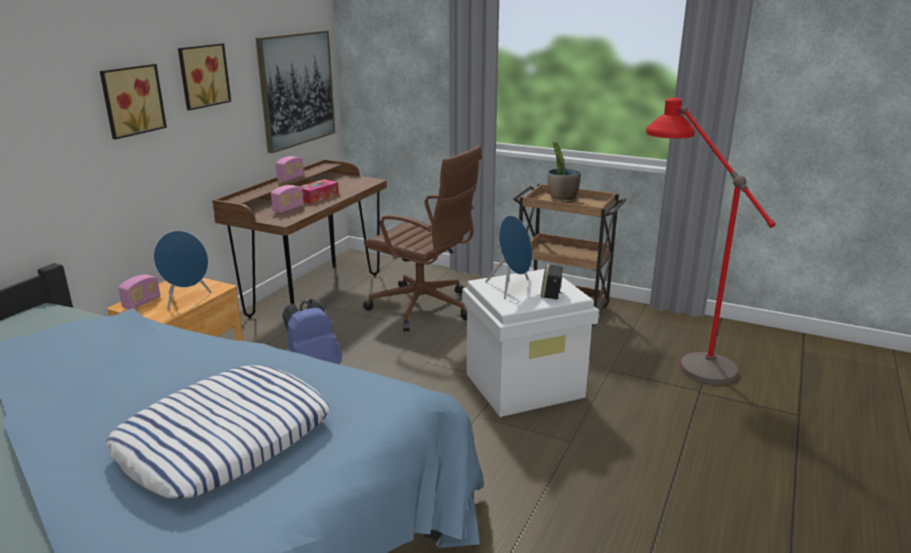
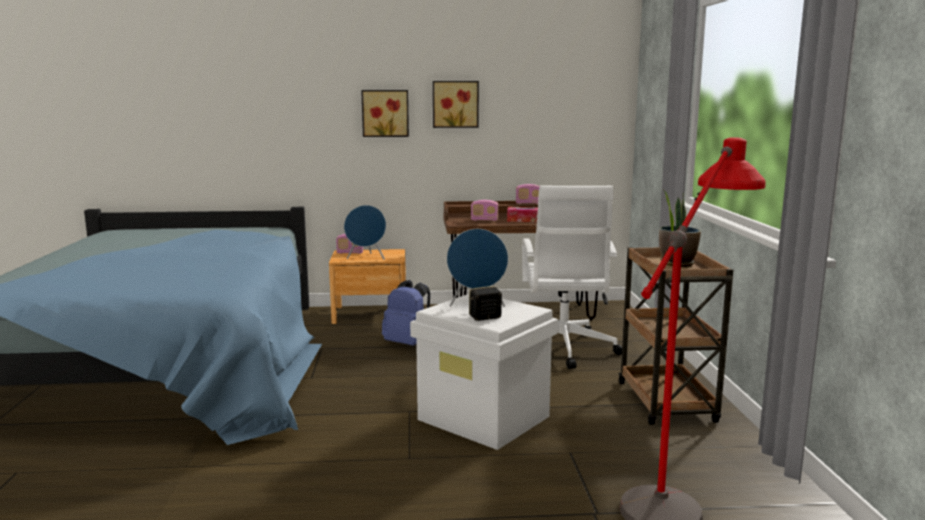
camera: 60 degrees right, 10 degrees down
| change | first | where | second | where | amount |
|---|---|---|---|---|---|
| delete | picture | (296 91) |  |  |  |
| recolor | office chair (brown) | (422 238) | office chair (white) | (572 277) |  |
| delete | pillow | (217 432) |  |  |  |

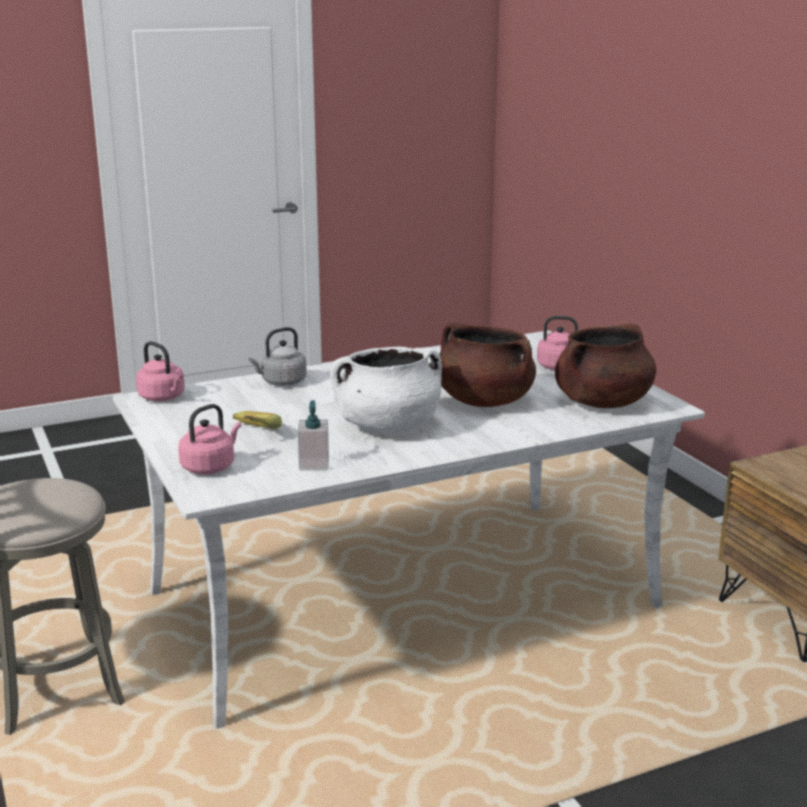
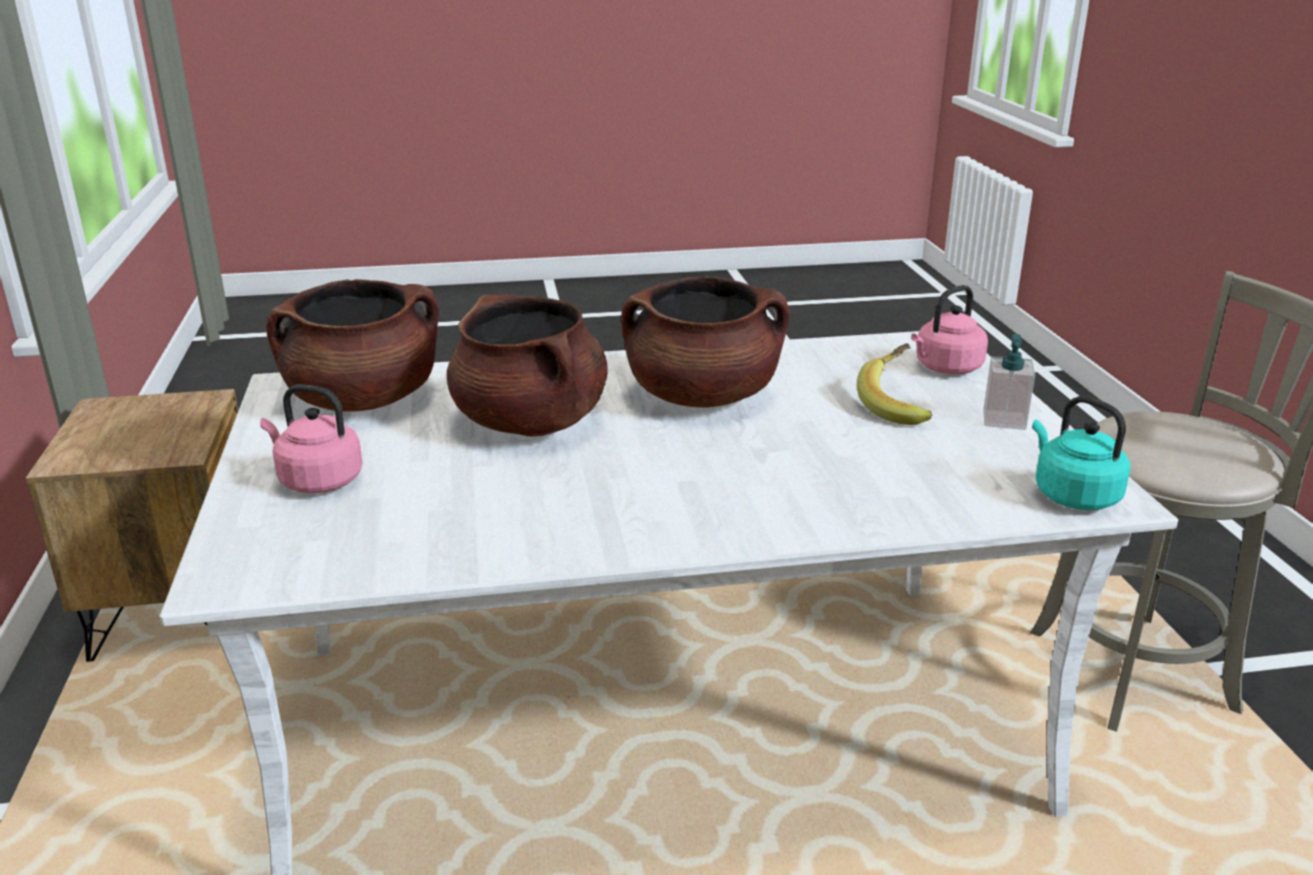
camera: 165 degrees left, 5 degrees up
| change | first | where | second | where | amount |
|---|---|---|---|---|---|
| delete | kettle (grey) | (277 356) |  |  |  |
| recolor | kettle (pink) | (160 371) | kettle (turquoise) | (1081 453) |  |
| recolor | cooking pot (white) | (386 390) | cooking pot (brown) | (705 342) |  |
| move | soap dispenser | (313 435) |  | (1009 382) |  |

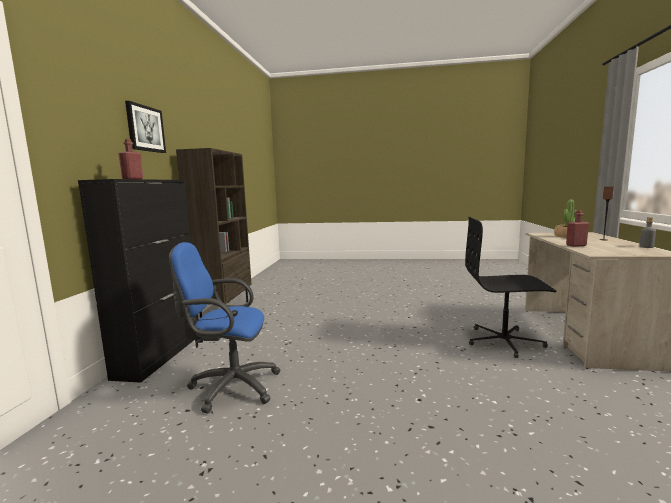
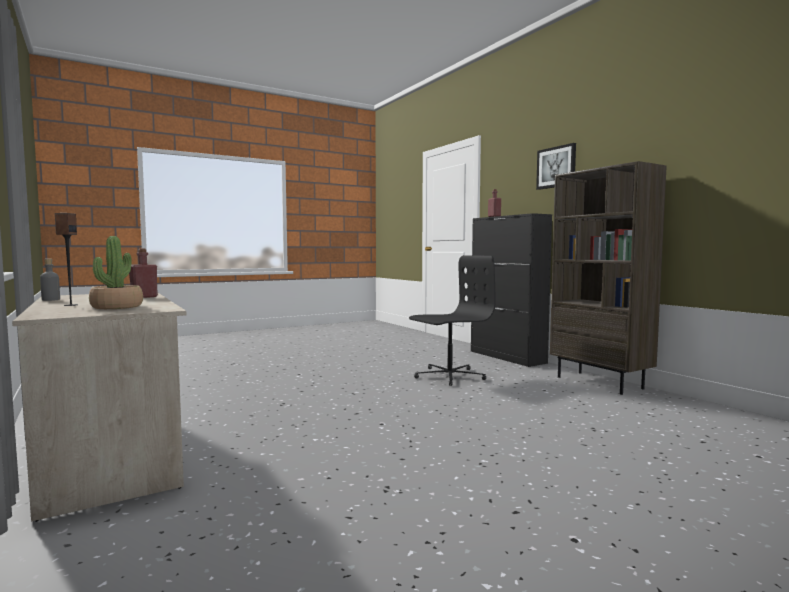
camera: 140 degrees right, 5 degrees down
| change | first | where | second | where | amount |
|---|---|---|---|---|---|
| move | office chair (black) | (510 287) |  | (452 320) |  |
| delete | office chair (blue) | (224 327) |  |  |  |

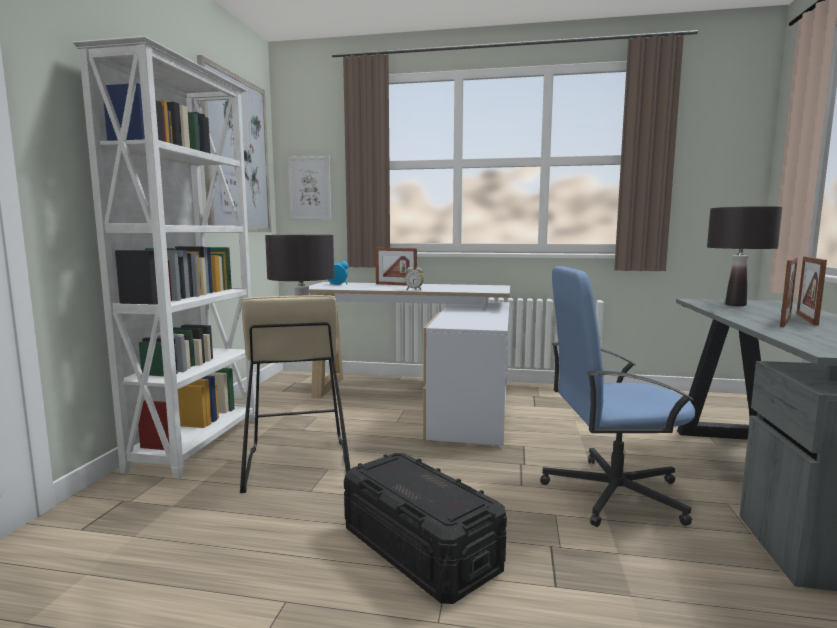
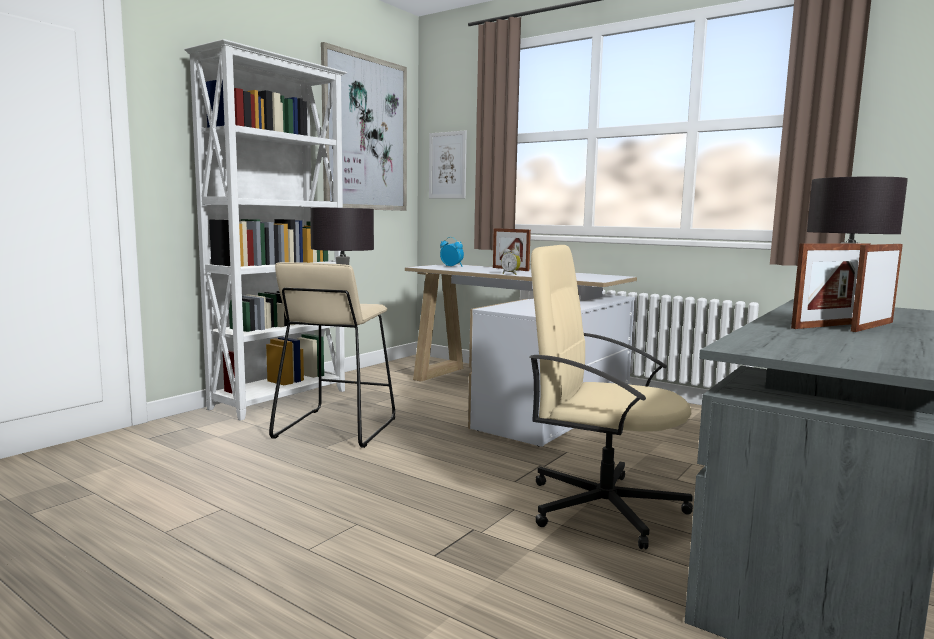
camera: 25 degrees right, 0 degrees up
| change | first | where | second | where | amount |
|---|---|---|---|---|---|
| recolor | office chair (blue) | (617 396) | office chair (beige) | (611 397) |  |
| delete | storage box (black) | (425 528) |  |  |  |

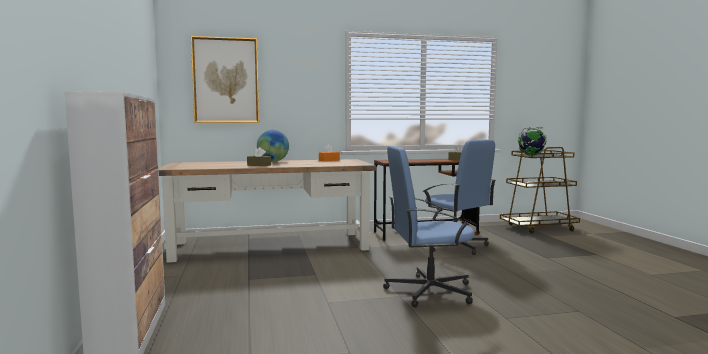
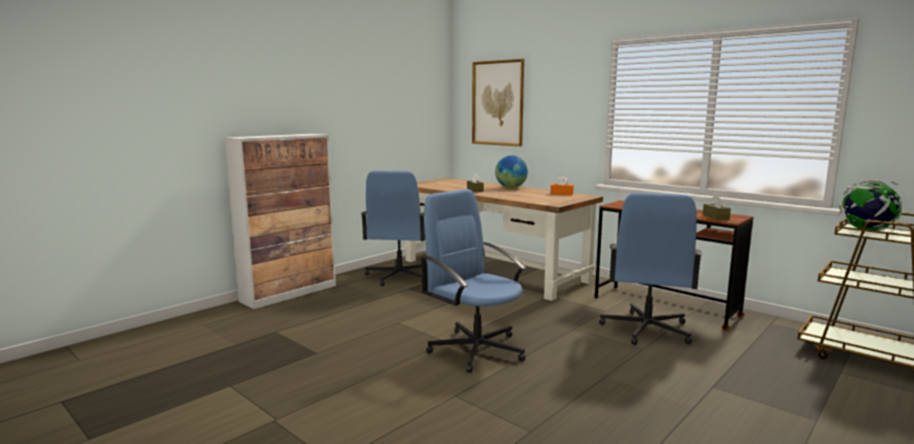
camera: 55 degrees right, 5 degrees up
| change | first | where | second | where | amount |
|---|---|---|---|---|---|
| insert |  |  | office chair (blue) | (394 228) |  |

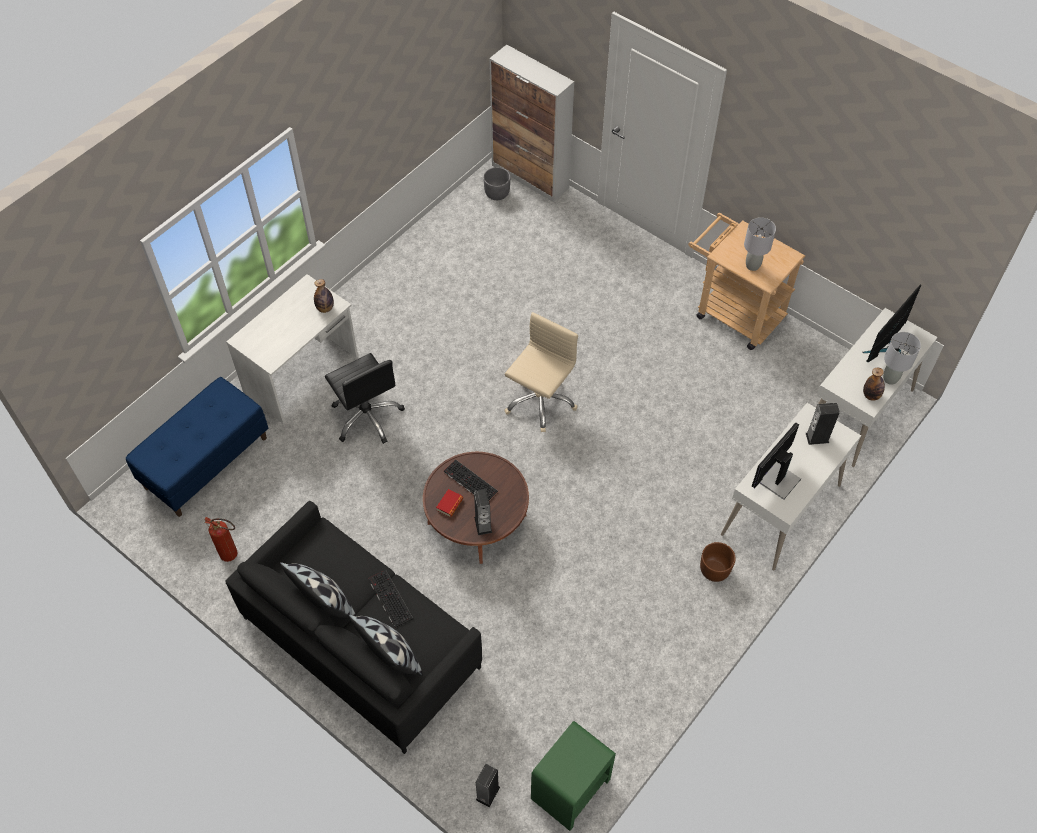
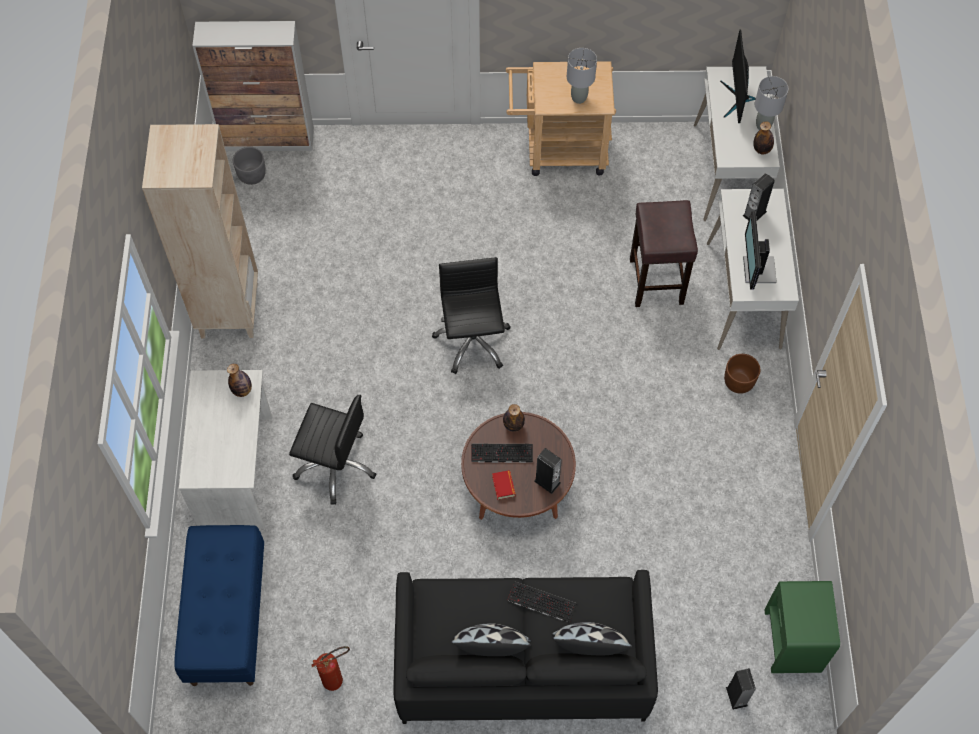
camera: 40 degrees left, 5 degrees up
| change | first | where | second | where | amount |
|---|---|---|---|---|---|
| recolor | office chair (beige) | (541 372) | office chair (black) | (471 315) |  |
| insert |  |  | bookcase (beige) | (200 231) |  |
| insert |  |  | stool (brown) | (664 253) |  |
| insert |  |  | bottle | (514 418) |  |

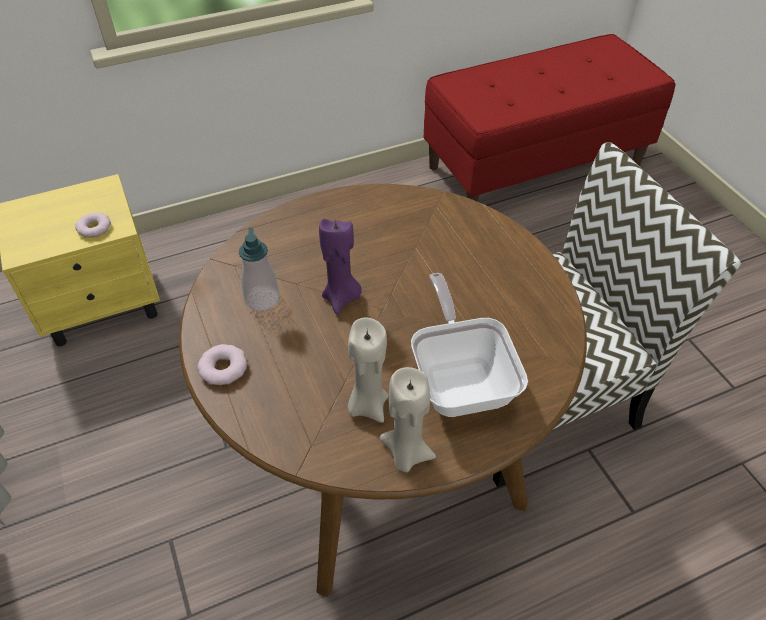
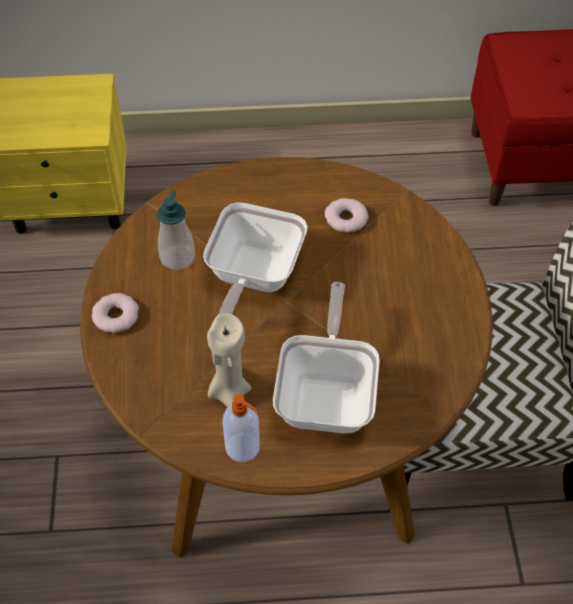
camera: 20 degrees right, 5 degrees up
| change | first | where | second | where | amount |
|---|---|---|---|---|---|
| move | donut | (93 225) |  | (347 215) |  |
| replace | candle (purple) | (340 266) | frying pan | (255 259) |  |
| replace | candle (beige) | (407 419) | soap dispenser | (241 428) |  |

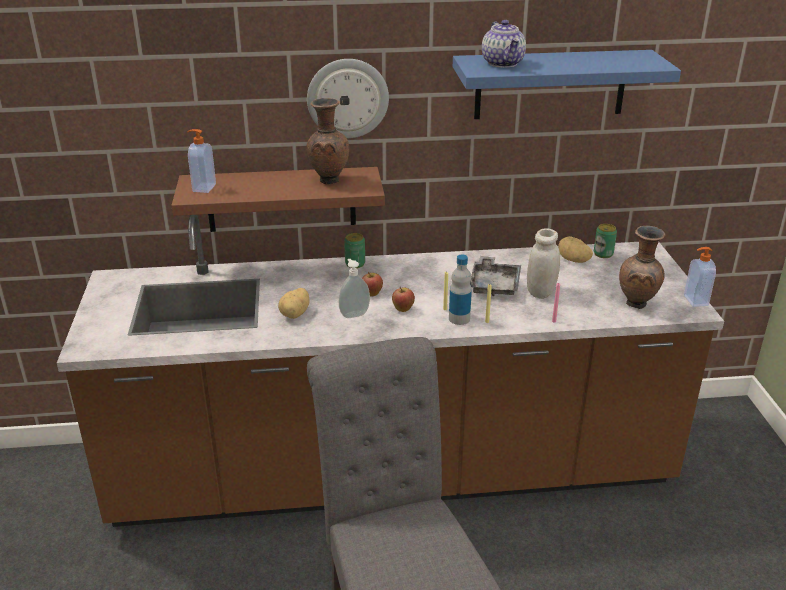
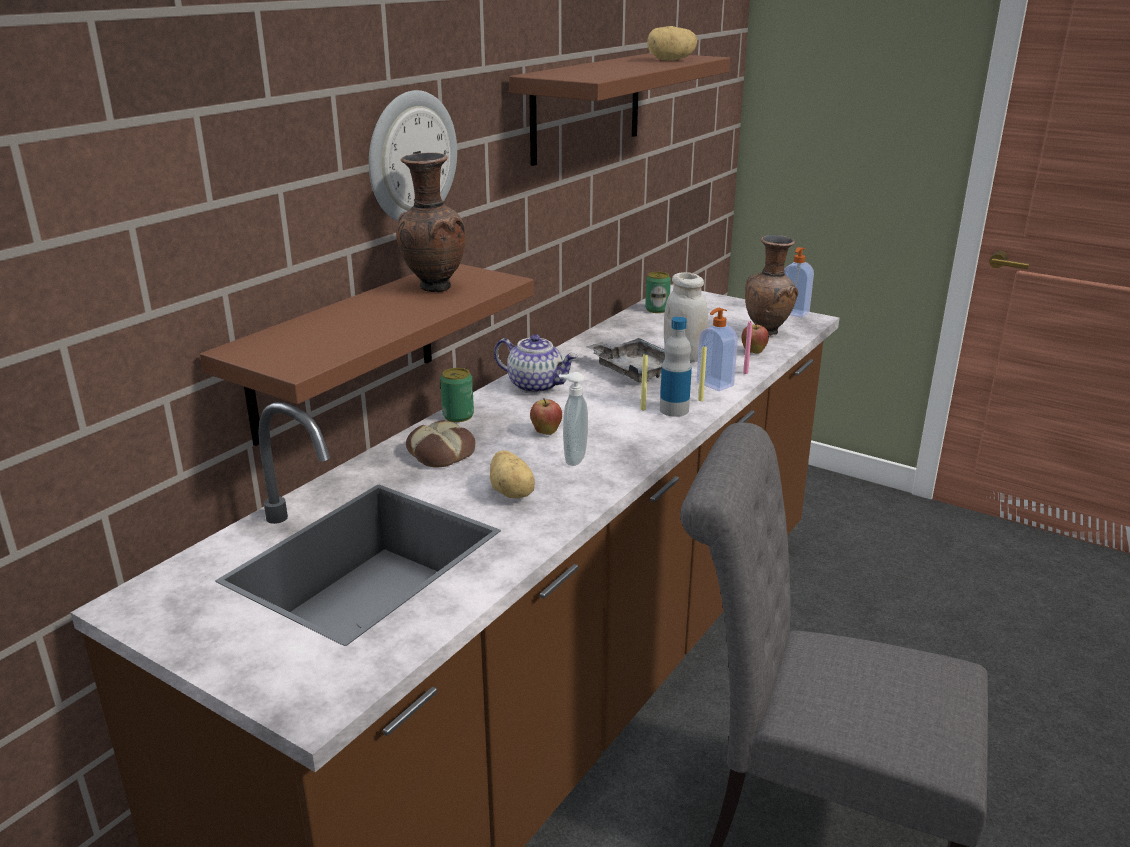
camera: 50 degrees left, 5 degrees down
| change | first | where | second | where | amount |
|---|---|---|---|---|---|
| move | teapot | (504 44) |  | (536 363) |  |
| recolor | shelf (blue) | (567 84) | shelf (brown) | (619 109) |  |
| move | soap dispenser | (201 161) |  | (717 349) |  |
| move | potato | (575 249) |  | (672 43) |  |
| move | apple | (403 299) |  | (755 338) |  |
| insert |  |  | bread | (440 444) |  |

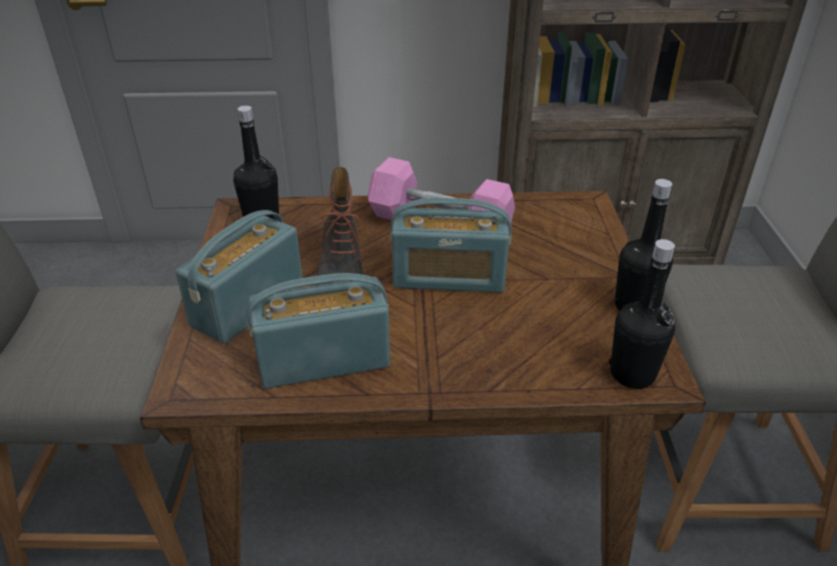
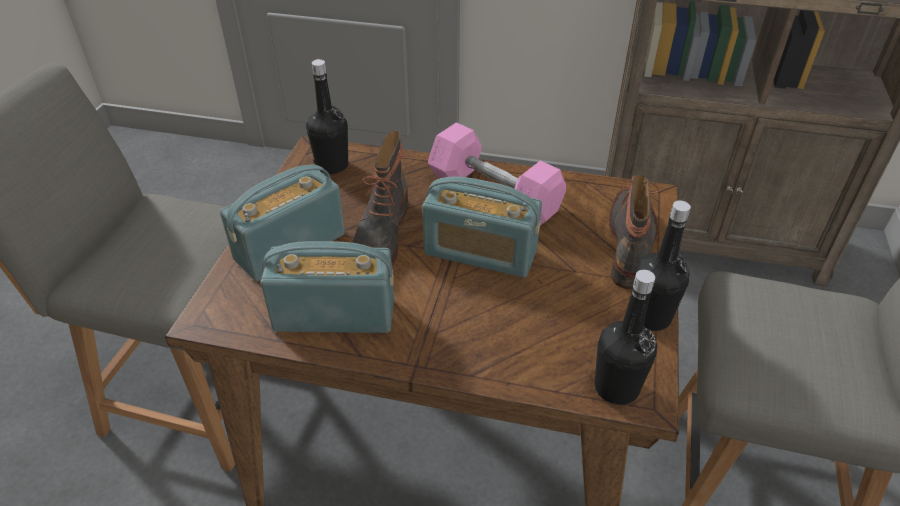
camera: 15 degrees right, 5 degrees up
| change | first | where | second | where | amount |
|---|---|---|---|---|---|
| insert |  |  | boot | (634 232) |  |

